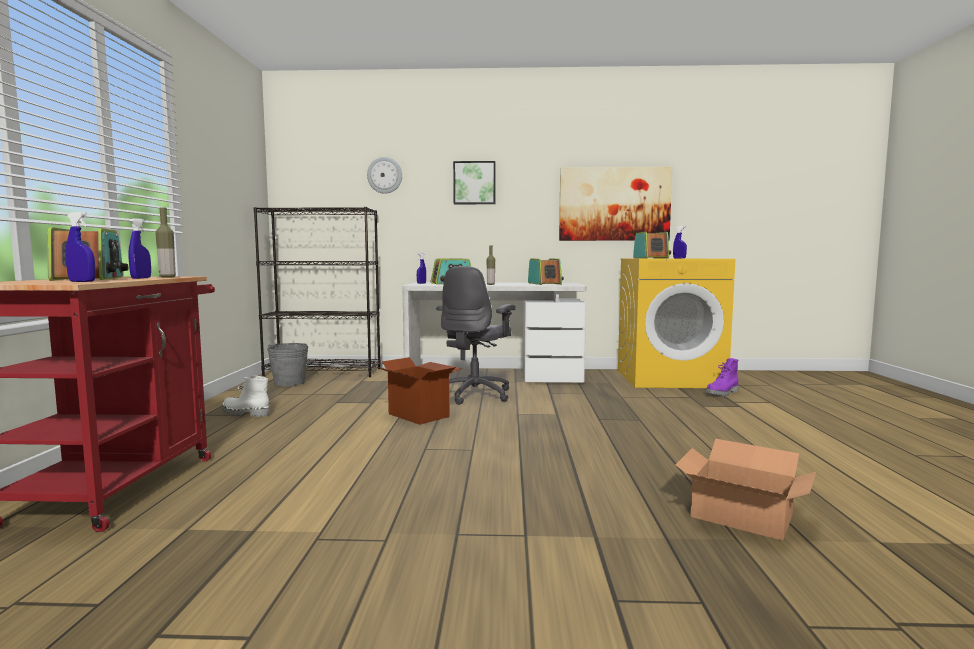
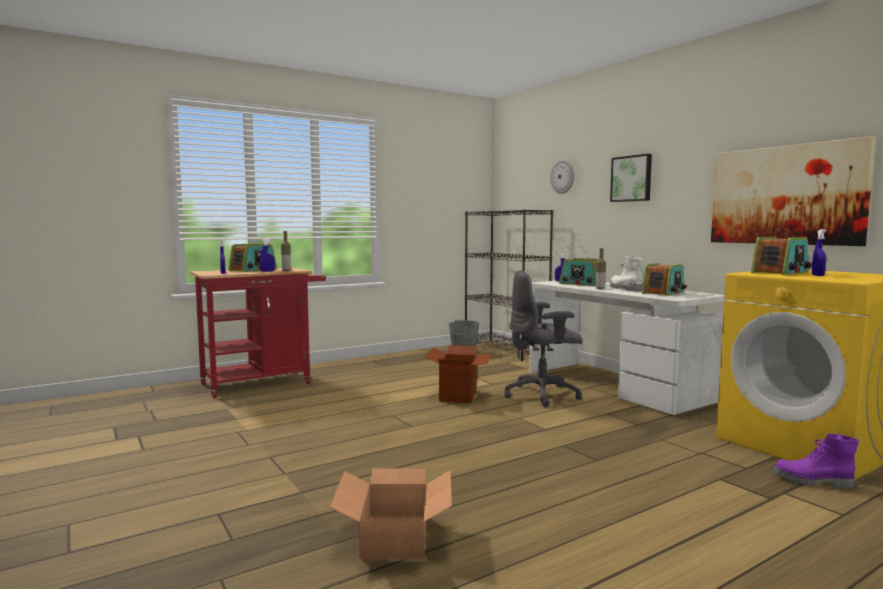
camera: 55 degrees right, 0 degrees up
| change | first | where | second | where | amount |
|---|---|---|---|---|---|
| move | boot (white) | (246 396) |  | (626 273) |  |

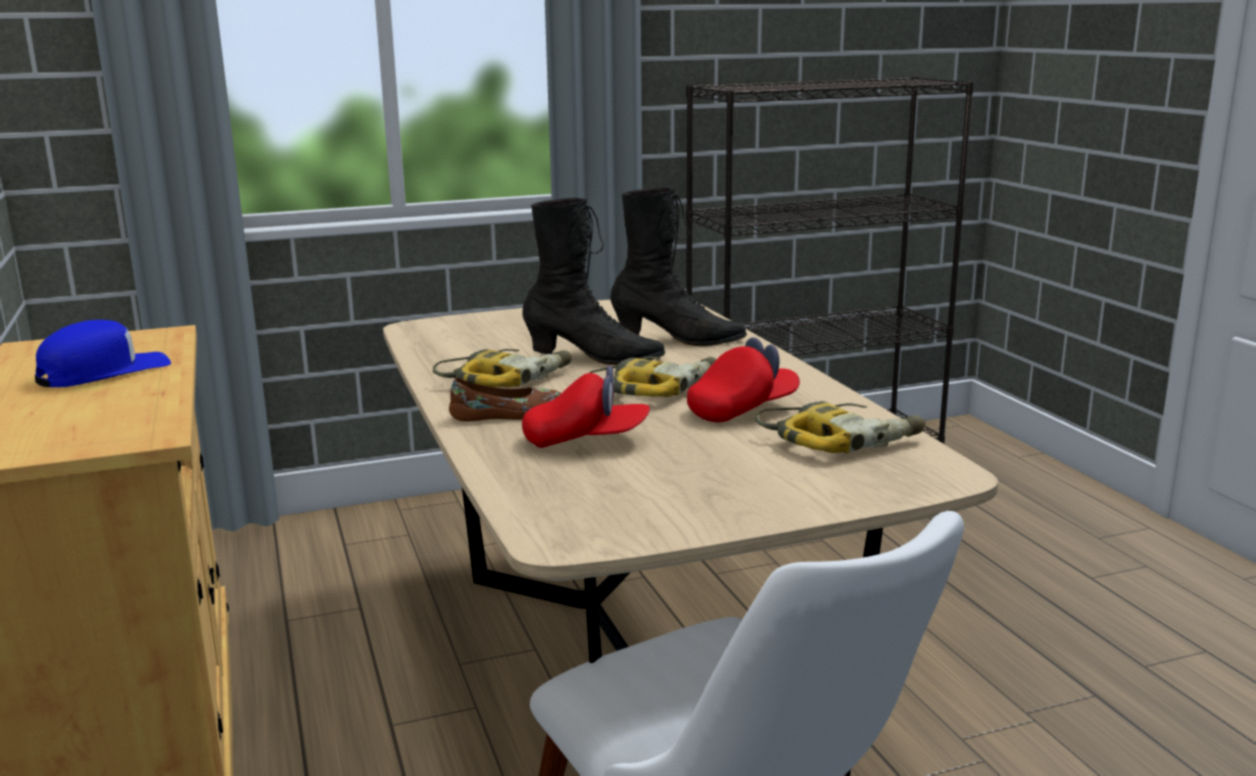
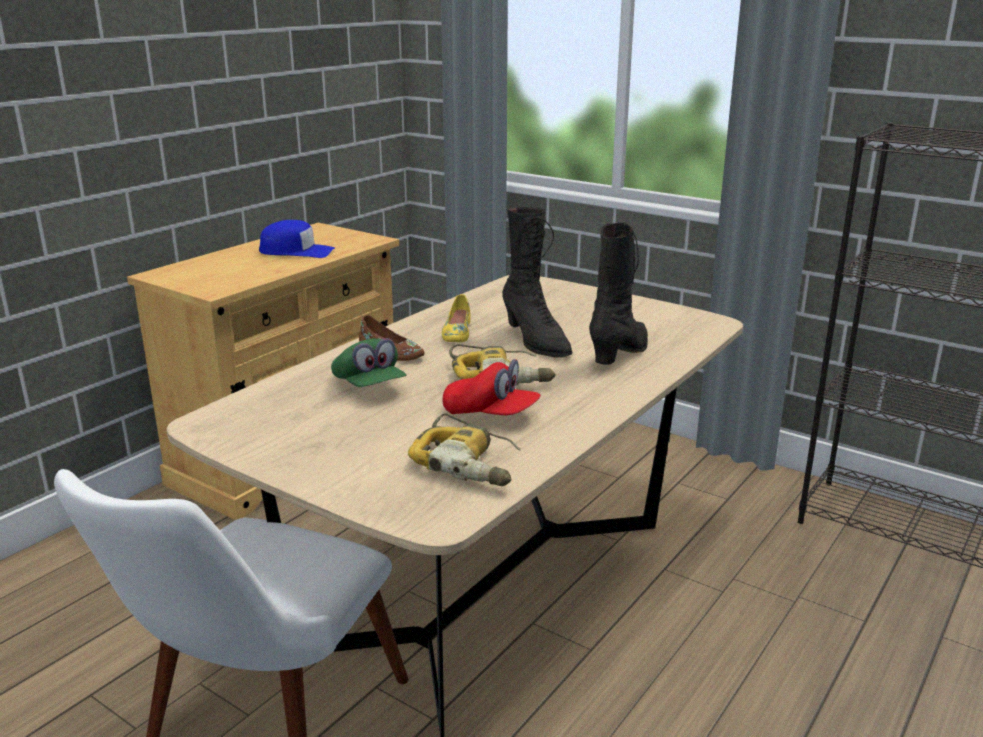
camera: 55 degrees right, 5 degrees up
| change | first | where | second | where | amount |
|---|---|---|---|---|---|
| rotate | boot (black) | (678 267) |  | (618 293) | 120 degrees counterclockwise |
| replace | power drill | (502 368) | shoe (yellow) | (456 318) |  |
| recolor | cap (red) | (586 407) | cap (green) | (368 362) |  |

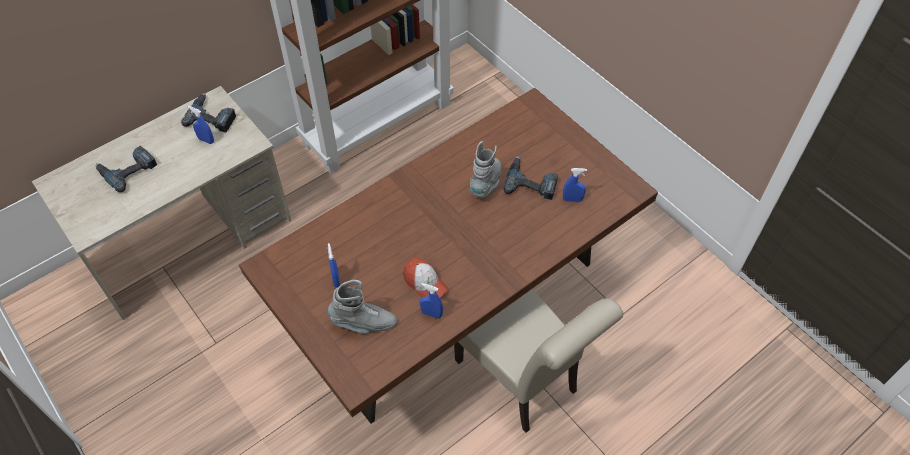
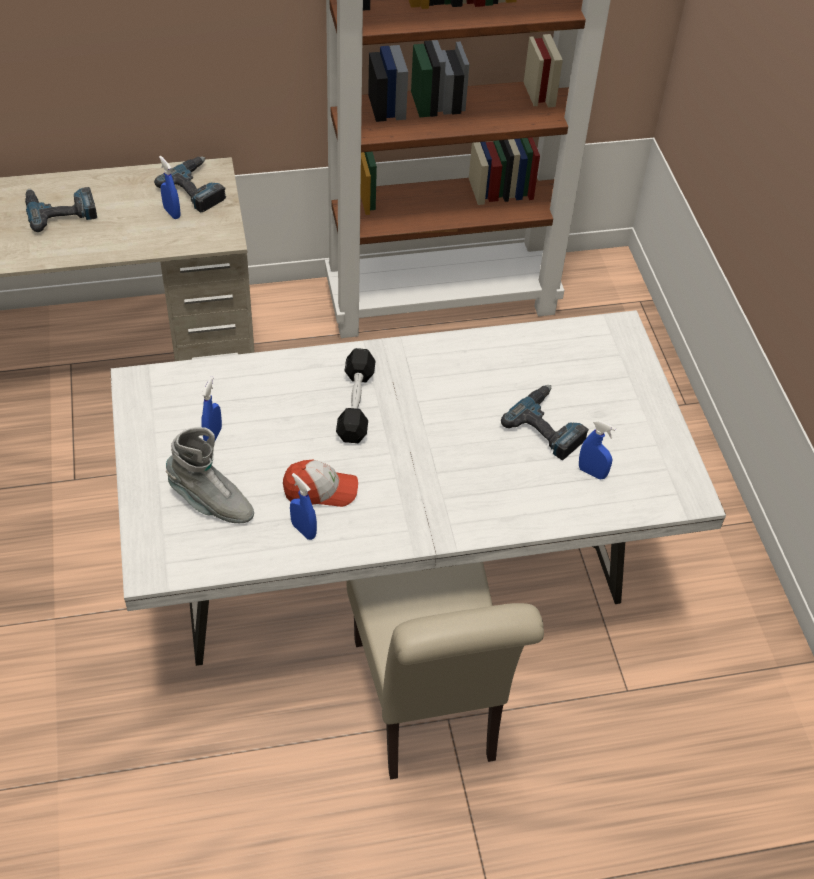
camera: 25 degrees right, 5 degrees down
| change | first | where | second | where | amount |
|---|---|---|---|---|---|
| recolor | dining table (brown) | (448 256) | dining table (white) | (418 488) |  |
| delete | boot (grey) | (485 169) |  |  |  |
| rotate | cap | (425 278) |  | (320 483) | 75 degrees counterclockwise |
| insert |  |  | dumbbell (black) | (356 395) |  |

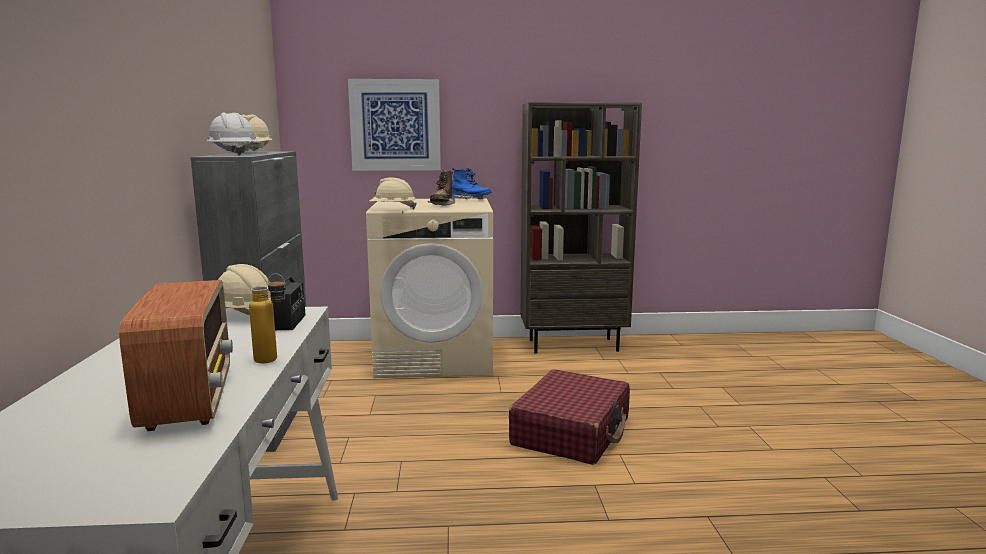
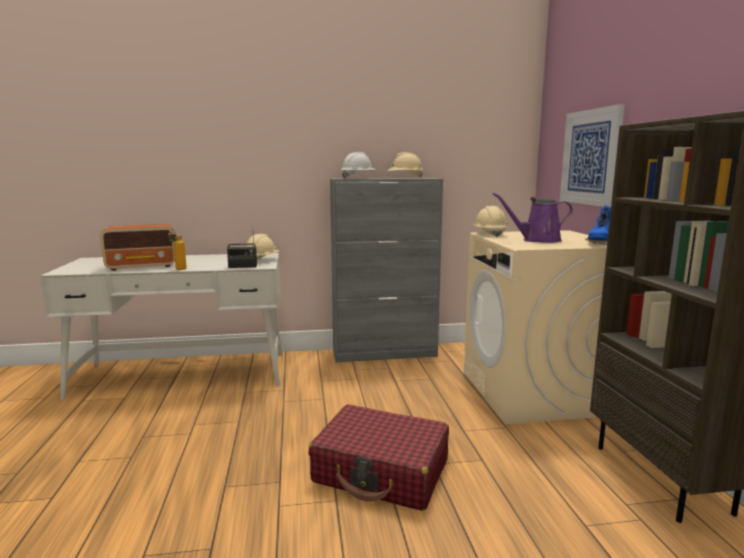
camera: 85 degrees right, 0 degrees up
| change | first | where | second | where | amount |
|---|---|---|---|---|---|
| replace | boot (brown) | (441 188) | watering can (purple) | (533 218) |  |

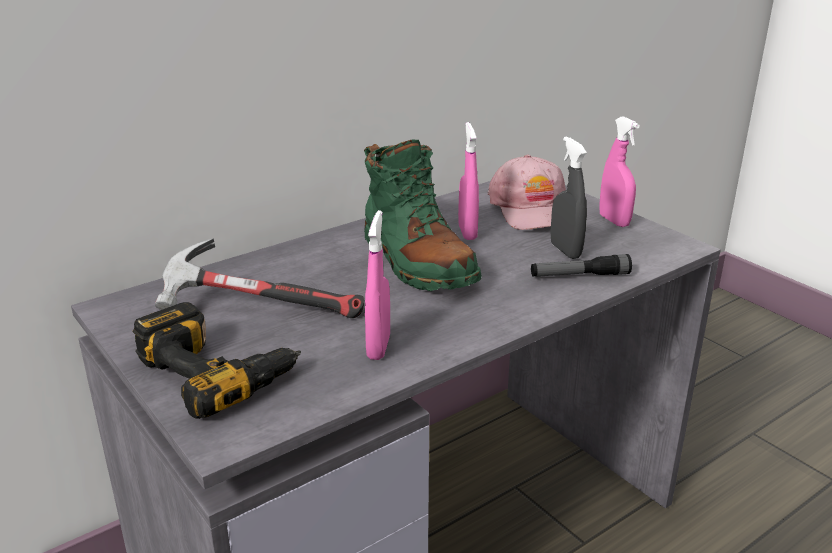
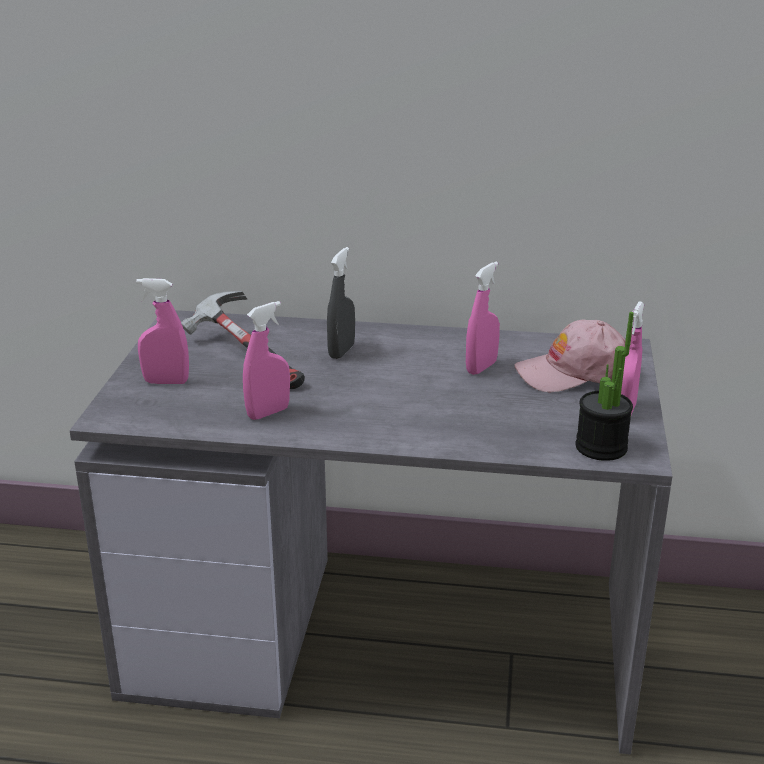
camera: 45 degrees right, 0 degrees up
| change | first | where | second | where | amount |
|---|---|---|---|---|---|
| move | spray bottle (grey) | (569 198) |  | (341 303) |  |
| delete | boot (green) | (423 215) |  |  |  |
| rotate | cap (pink) | (527 192) |  | (570 356) | 45 degrees clockwise |
| delete | flashlight | (581 265) |  |  |  |
| replace | power drill | (217 360) | spray bottle (pink) | (162 331) |  |
| insert |  |  | potted plant | (605 386) |  |

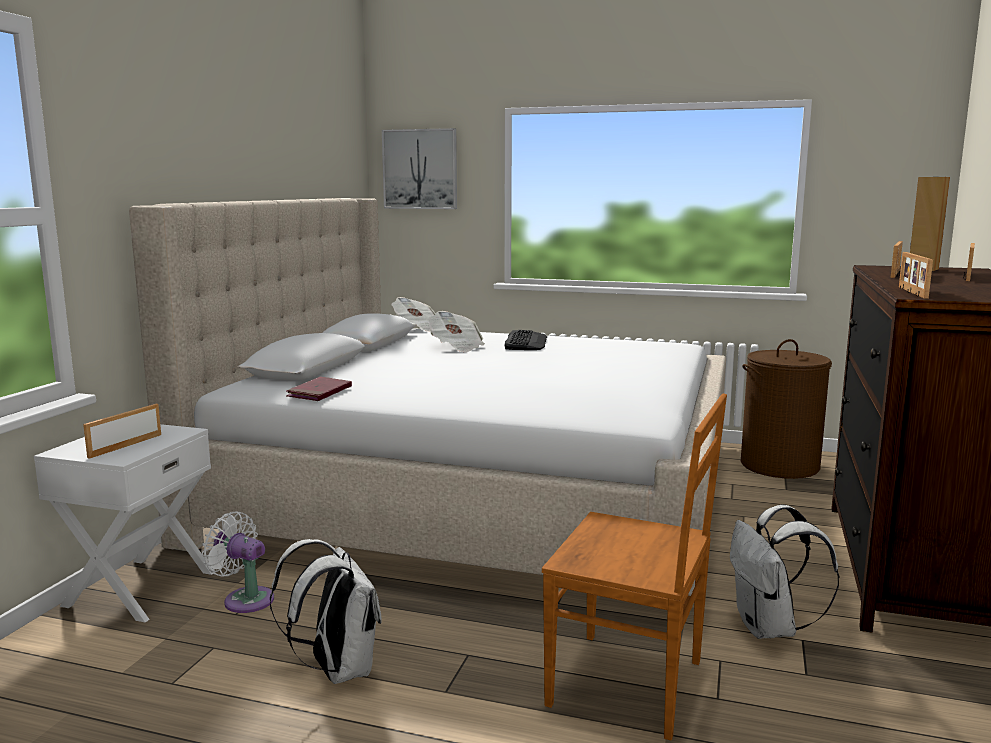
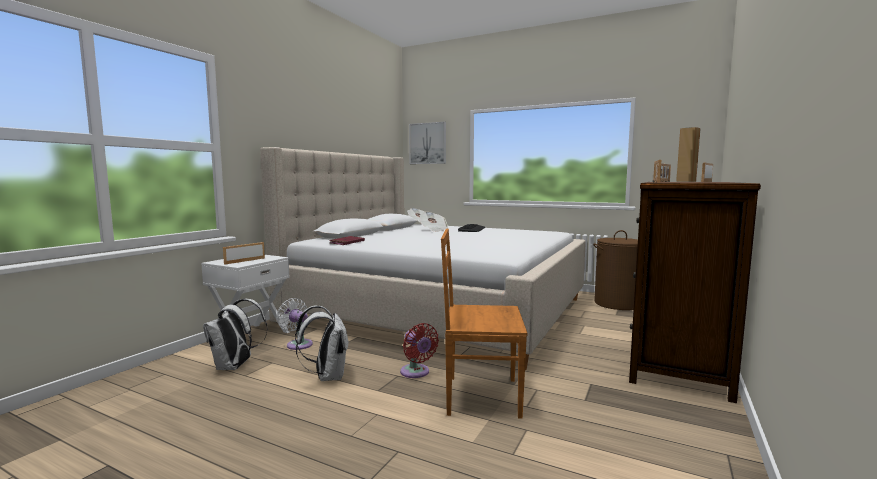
camera: 10 degrees right, 5 degrees down
| change | first | where | second | where | amount |
|---|---|---|---|---|---|
| rotate | chair (brown) | (634 567) |  | (484 324) | 150 degrees clockwise |
| move | backpack (white) | (785 572) |  | (235 334) |  |
| insert |  |  | fan (red) | (419 350) |  |

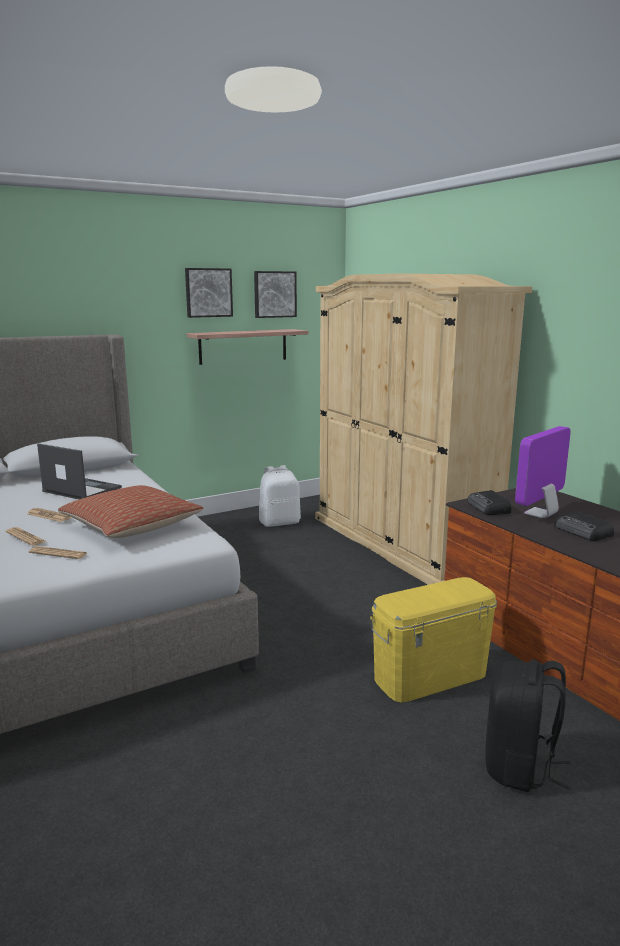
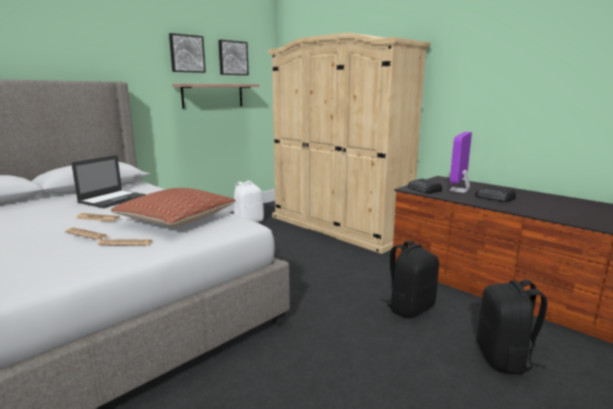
camera: 15 degrees left, 0 degrees up
| change | first | where | second | where | amount |
|---|---|---|---|---|---|
| rotate | laptop | (79 471) |  | (108 181) | 105 degrees clockwise |
| replace | storage box (yellow) | (433 640) | backpack (black) | (410 279) |  |

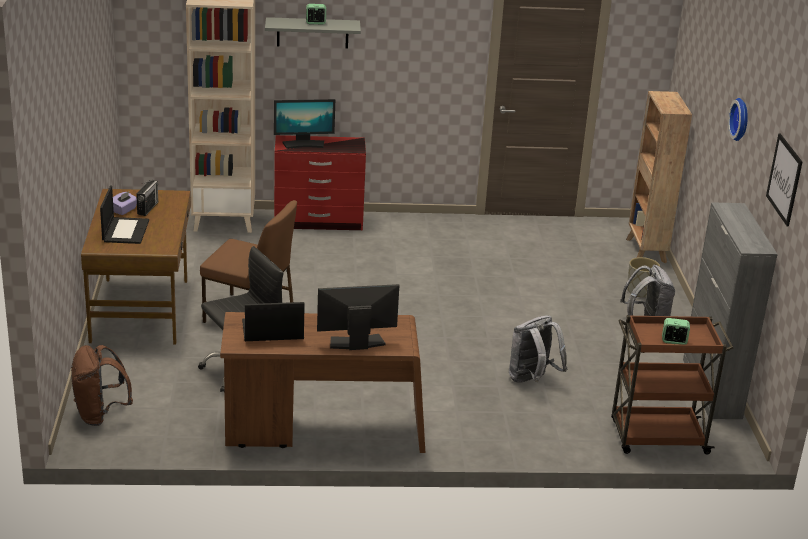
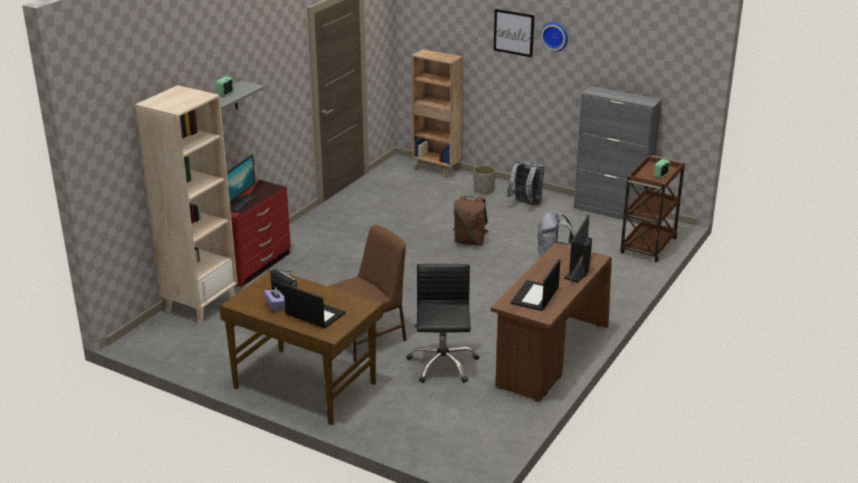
camera: 55 degrees left, 0 degrees up
| change | first | where | second | where | amount |
|---|---|---|---|---|---|
| move | picture | (784 180) |  | (514 33) |  |
| move | backpack (brown) | (102 385) |  | (470 220) |  |

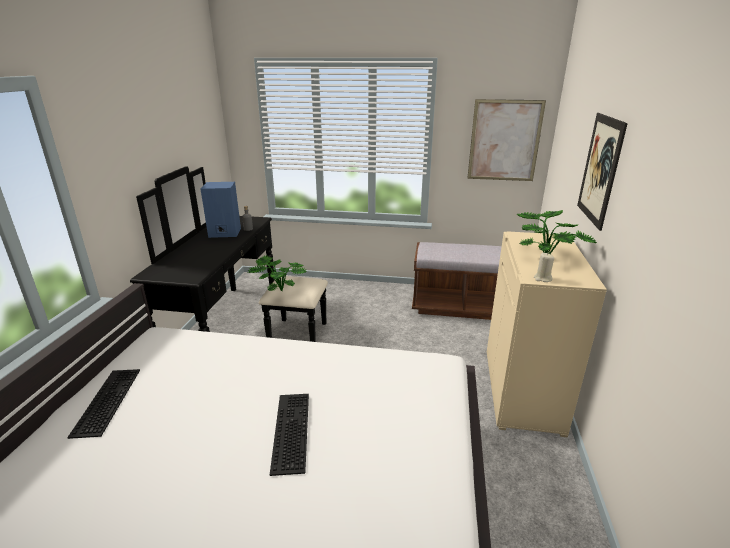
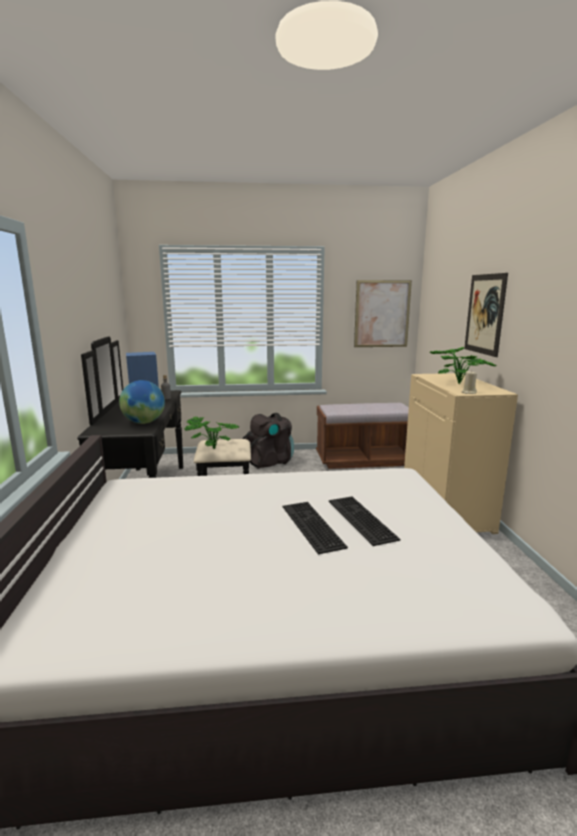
camera: 15 degrees left, 10 degrees down
| change | first | where | second | where | amount |
|---|---|---|---|---|---|
| move | keyboard | (103 404) |  | (364 521) |  |
| insert |  |  | globe | (142 402) |  |
| insert |  |  | backpack (black) | (268 441) |  |

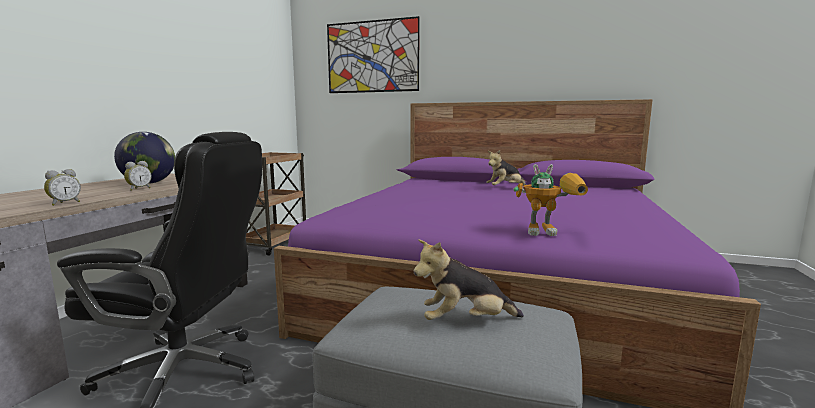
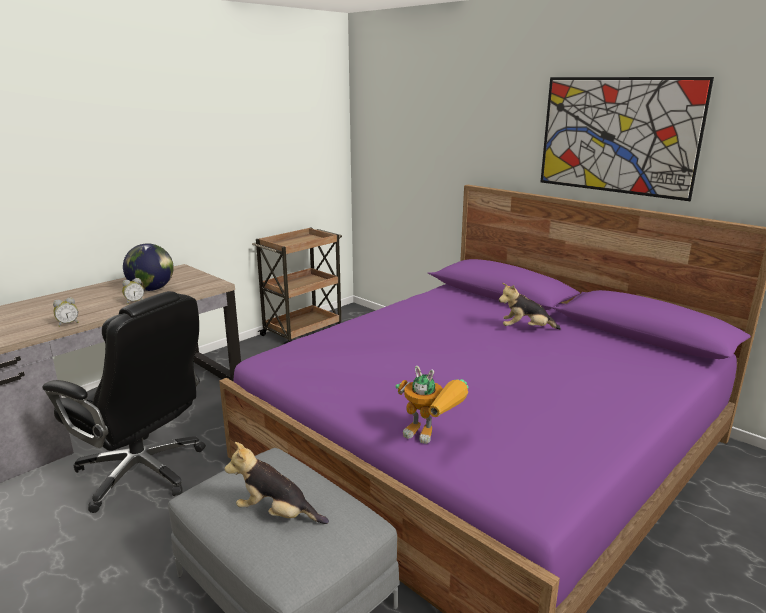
camera: 25 degrees right, 10 degrees up
| change | first | where | second | where | amount |
|---|---|---|---|---|---|
| move | picture | (373 54) |  | (627 139) |  |

